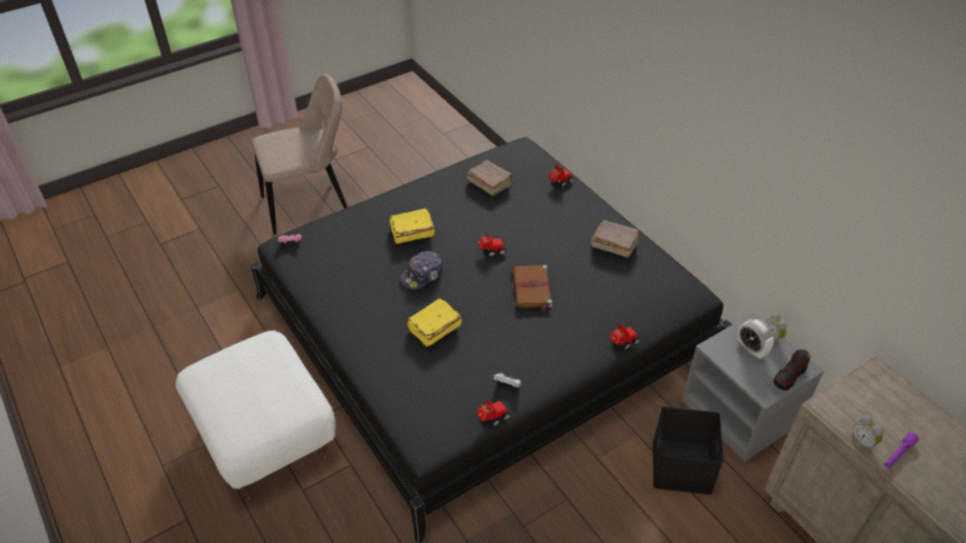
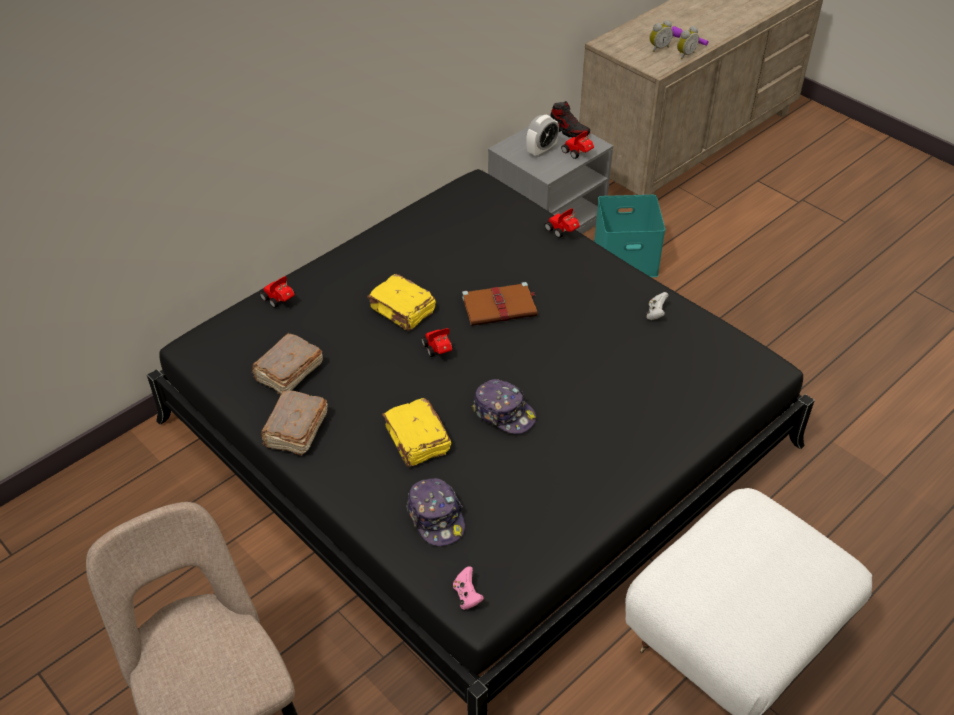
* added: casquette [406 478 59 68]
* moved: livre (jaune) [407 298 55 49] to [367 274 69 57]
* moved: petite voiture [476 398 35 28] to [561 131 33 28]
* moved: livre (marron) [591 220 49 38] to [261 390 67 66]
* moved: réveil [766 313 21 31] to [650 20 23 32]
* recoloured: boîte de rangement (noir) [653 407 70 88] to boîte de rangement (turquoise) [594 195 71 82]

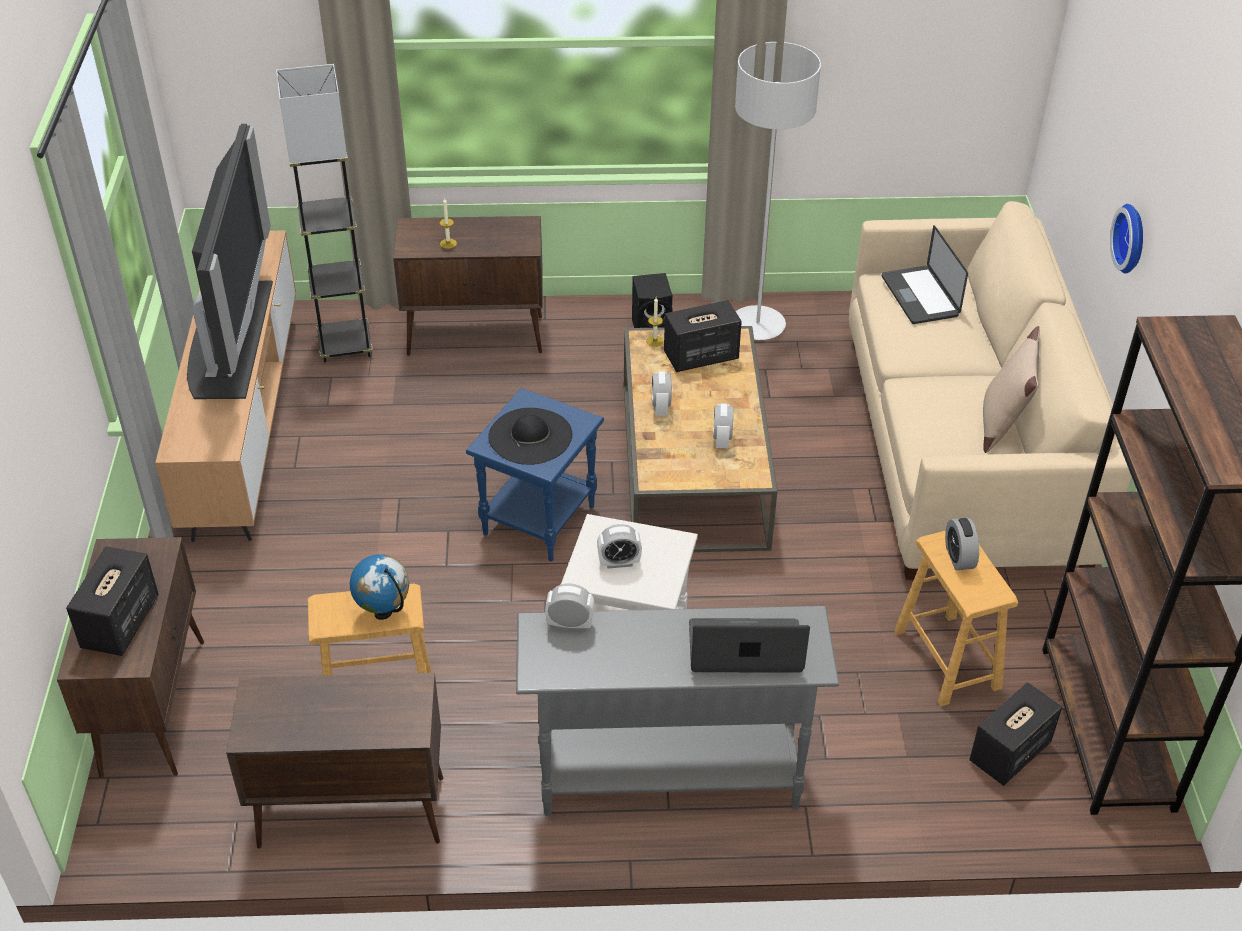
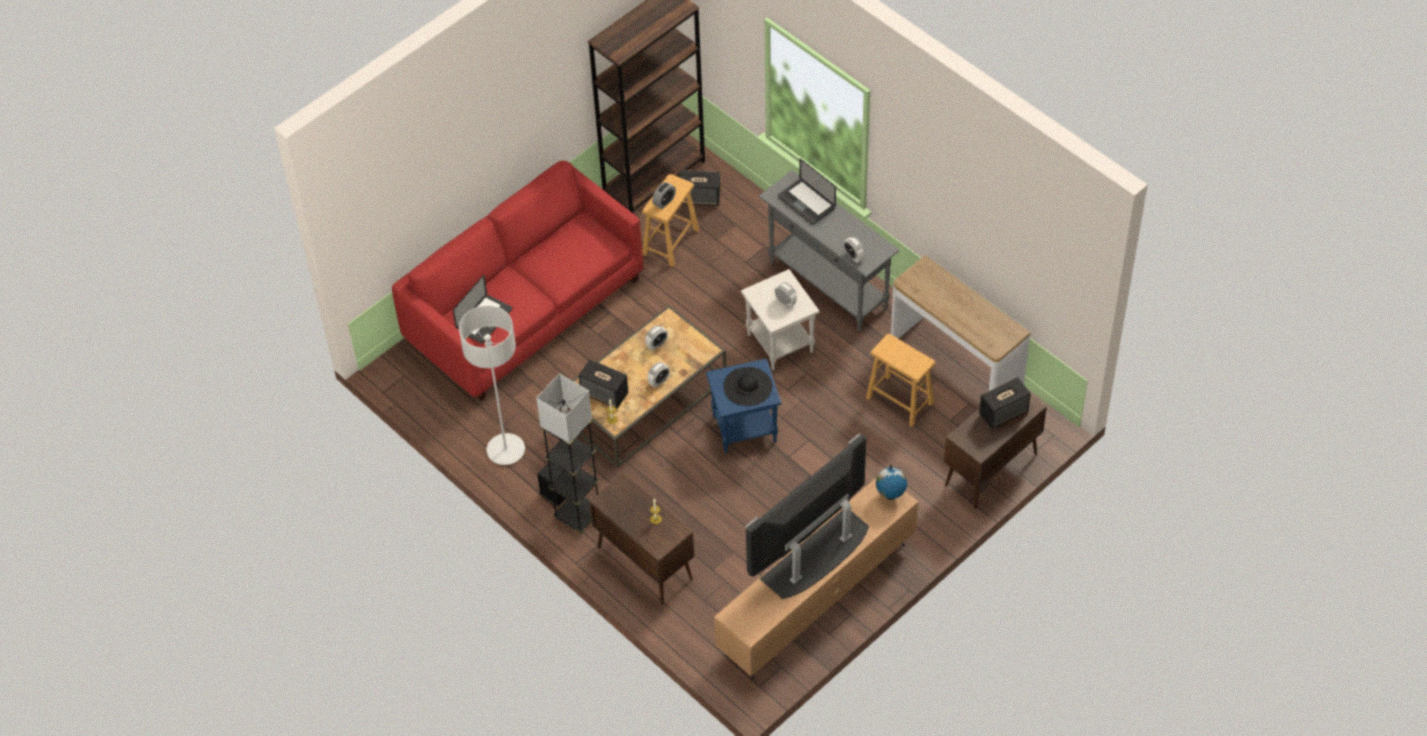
* removed: coussin (beige) [983 326 57 127]
* removed: horloge murale [1110 204 33 70]
* moved: lampadaire (gris) [276 64 97 299] to [536 373 63 161]
* moved: globe [350 554 59 66] to [876 465 31 35]
* replaced: meuble de rangement (marron) [226 673 217 176] to table console [891 255 139 136]
* recoloured: canapé (beige) [849 201 283 379] to canapé (rouge) [392 161 251 240]

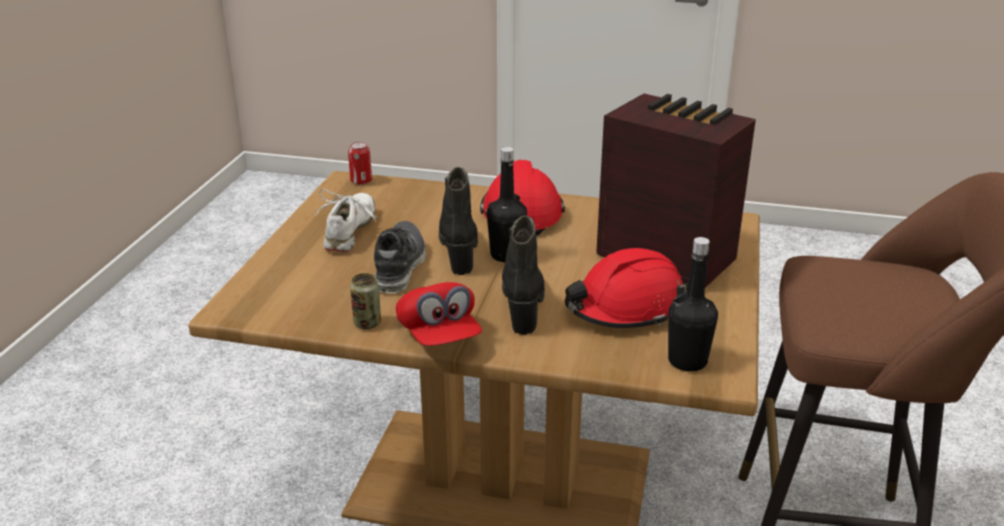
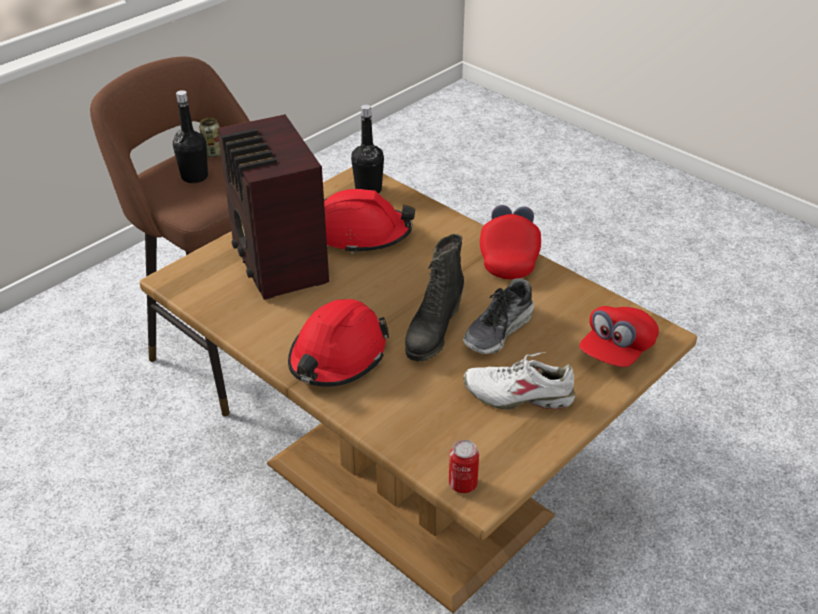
* removed: botte (noir) [502 215 43 120]
* added: casquette (rouge) [579 306 80 61]
* moved: boîte métallique [350 273 31 56] to [199 118 22 39]
* moved: bouteille (noir) [487 147 40 115] to [173 90 35 93]
* turned: chaussure (blanc) [314 189 63 63] = [463 352 112 58] 60 degrees clockwise

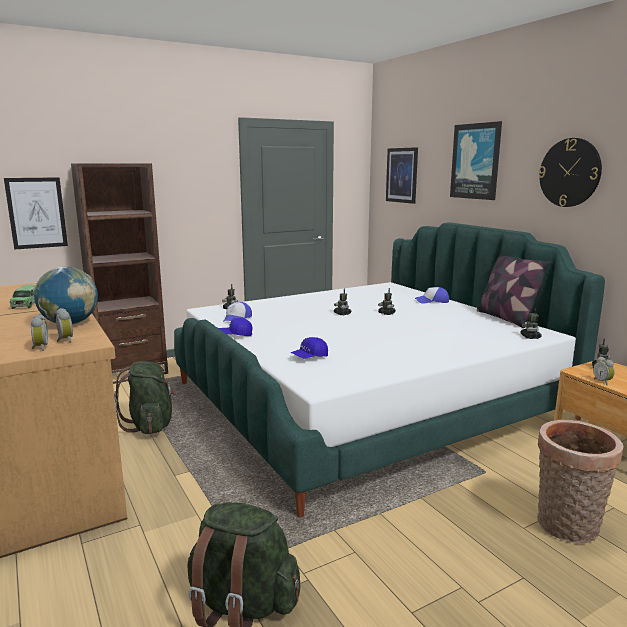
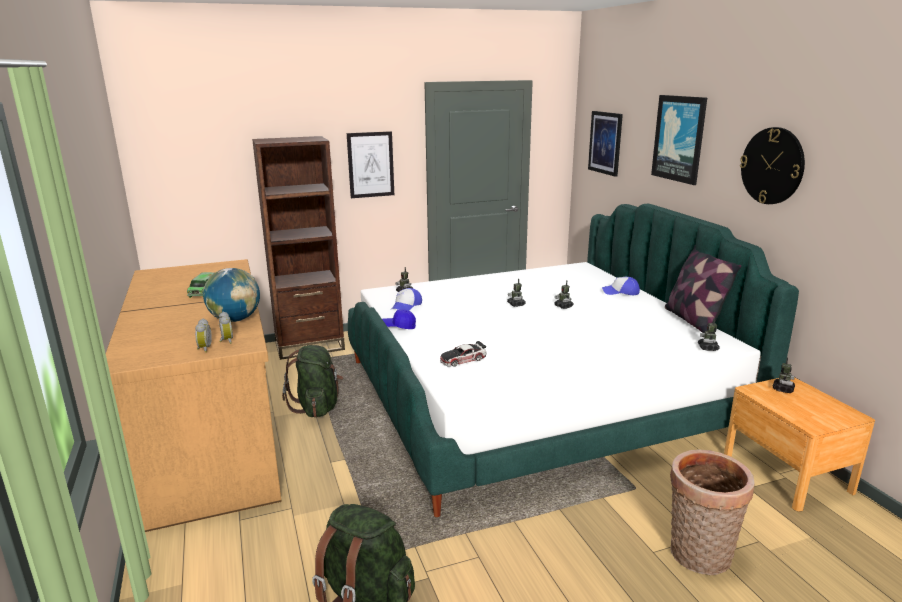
* removed: réveil [593 356 22 29]
* moved: tableau [4 177 64 73] to [347 131 47 67]
* replaced: casquette (bleu) [291 337 37 21] to petite voiture [440 341 47 26]

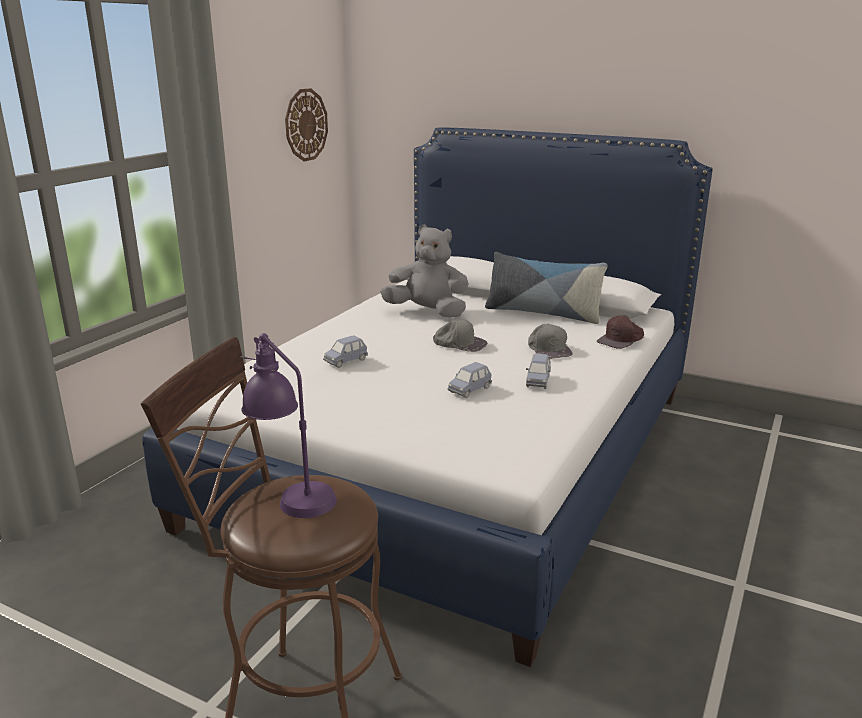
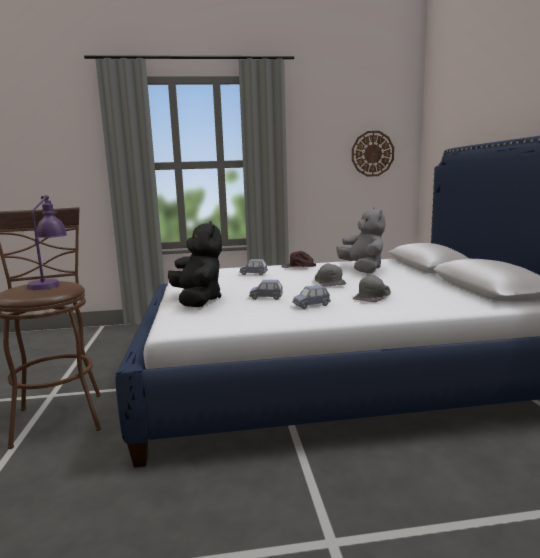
* removed: coussin [485 252 123 72]
* added: peluche (noir) [168 221 54 86]
* moved: casquette (marron) [596 315 48 34] to [282 251 34 17]

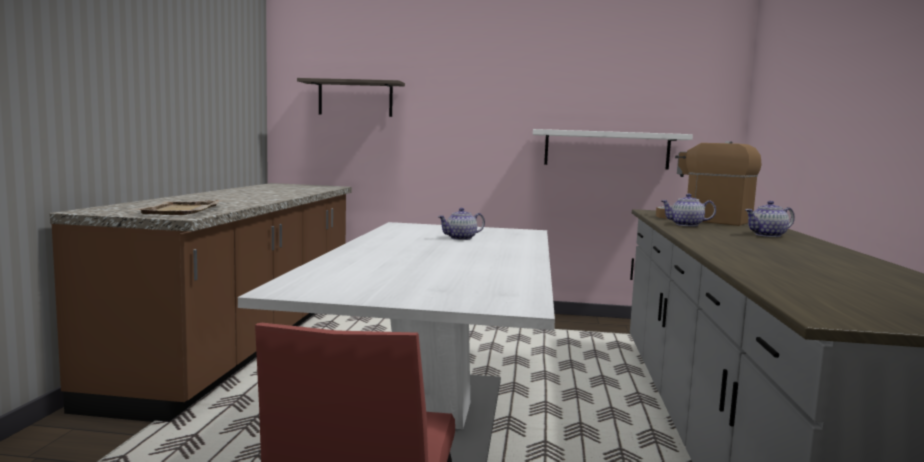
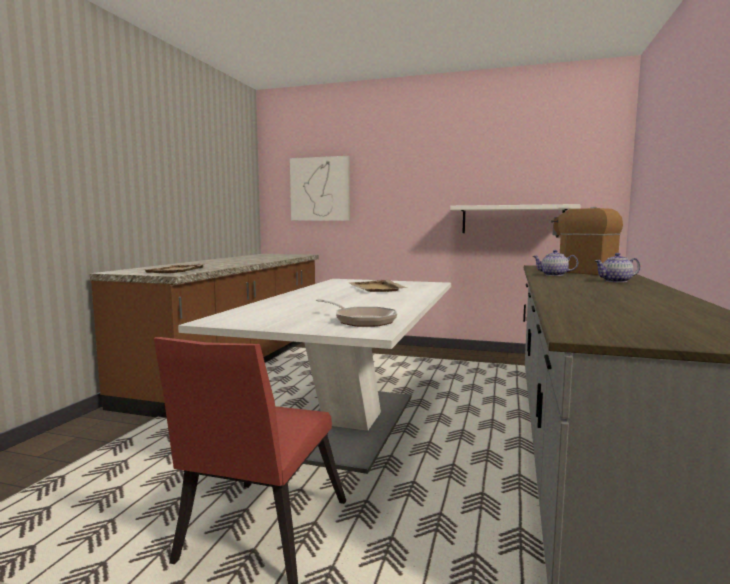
* added: poêle [316 299 81 28]
* replaced: étagère [297 78 108 39] to tableau [290 156 60 65]
* replaced: théière [438 208 47 32] to plateau (beige) [349 280 59 12]

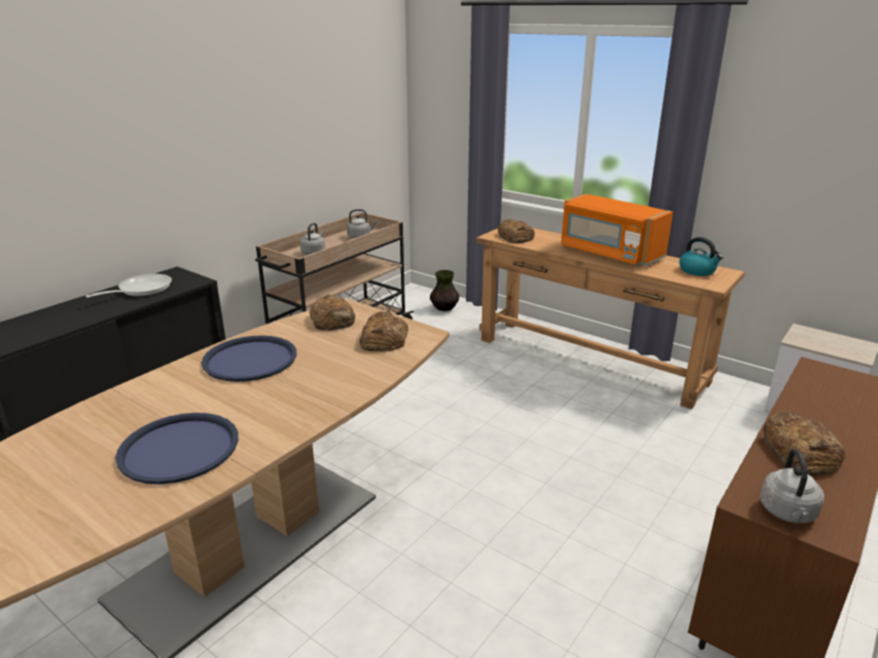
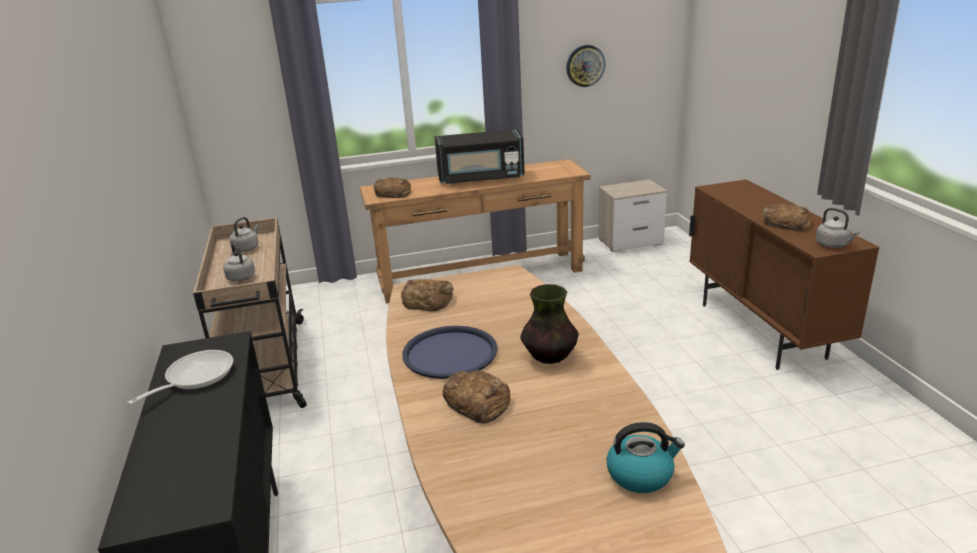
* removed: plateau (bleu) [115 413 123 71]
* added: horloge murale [566 45 40 42]
* moved: pain [359 312 49 39] to [443 370 67 54]
* moved: vase [430 270 29 41] to [520 284 59 80]
* moved: bouilloire [679 237 44 39] to [607 422 78 71]
* recoloured: micro-ondes (orange) [561 194 112 72] to micro-ondes (noir) [435 129 90 55]
* turned: poêle [85 274 87 24] = [127 350 107 55] 45 degrees clockwise

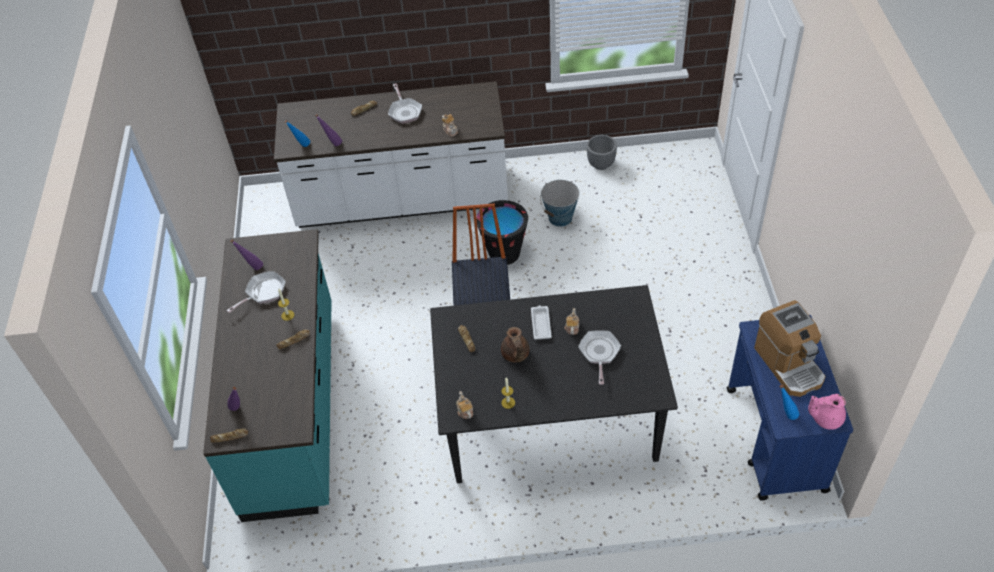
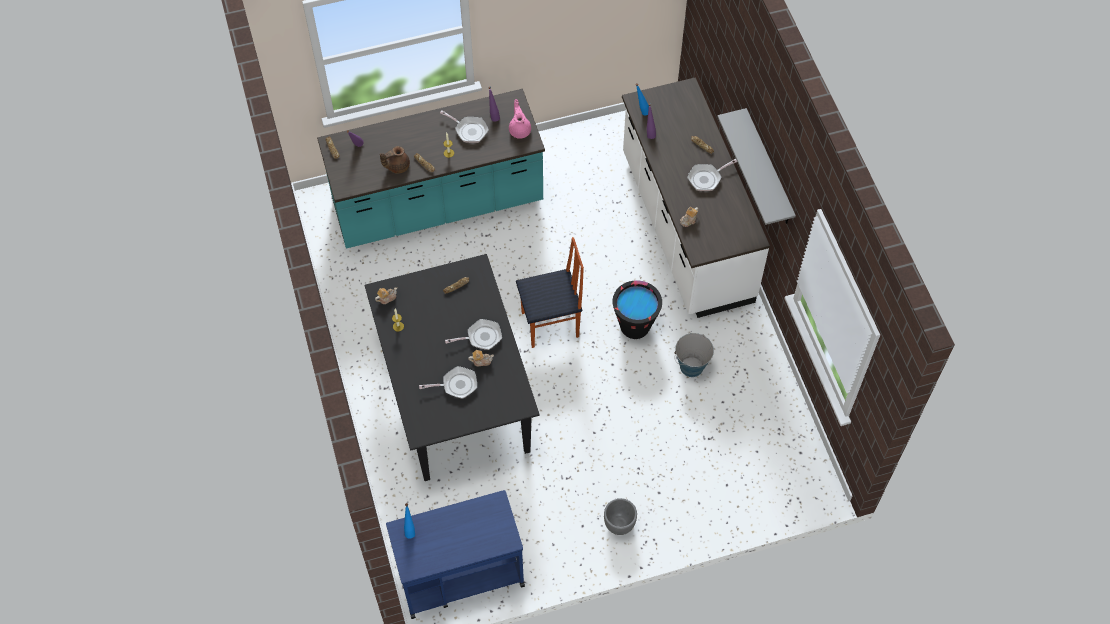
* removed: machine à café [754 300 72 97]
* added: étagère (gris) [717 108 79 117]
* moved: théière (marron) [501 327 28 35] to [380 146 30 27]
* moved: cache-pot (gris) [587 135 30 35] to [604 498 33 37]
* moved: théière (rose) [808 394 38 36] to [509 99 22 40]
* replaced: plateau (blanc) [531 306 21 34] to poêle [445 319 57 31]

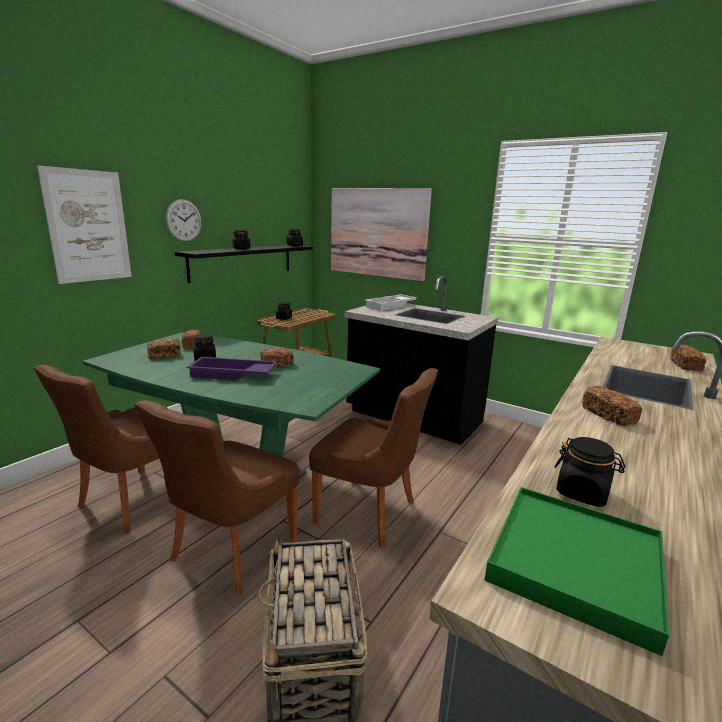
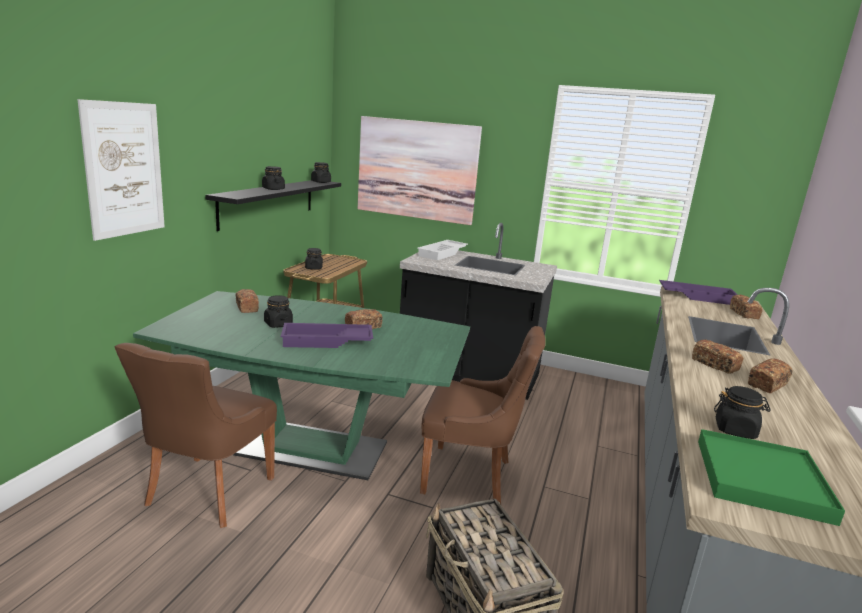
* removed: chaise (marron) [134 400 166 196]
* removed: horloge murale [166 199 35 43]
* added: plateau (violet) [659 280 79 25]
* moved: pain [147 339 33 20] to [748 358 44 35]

